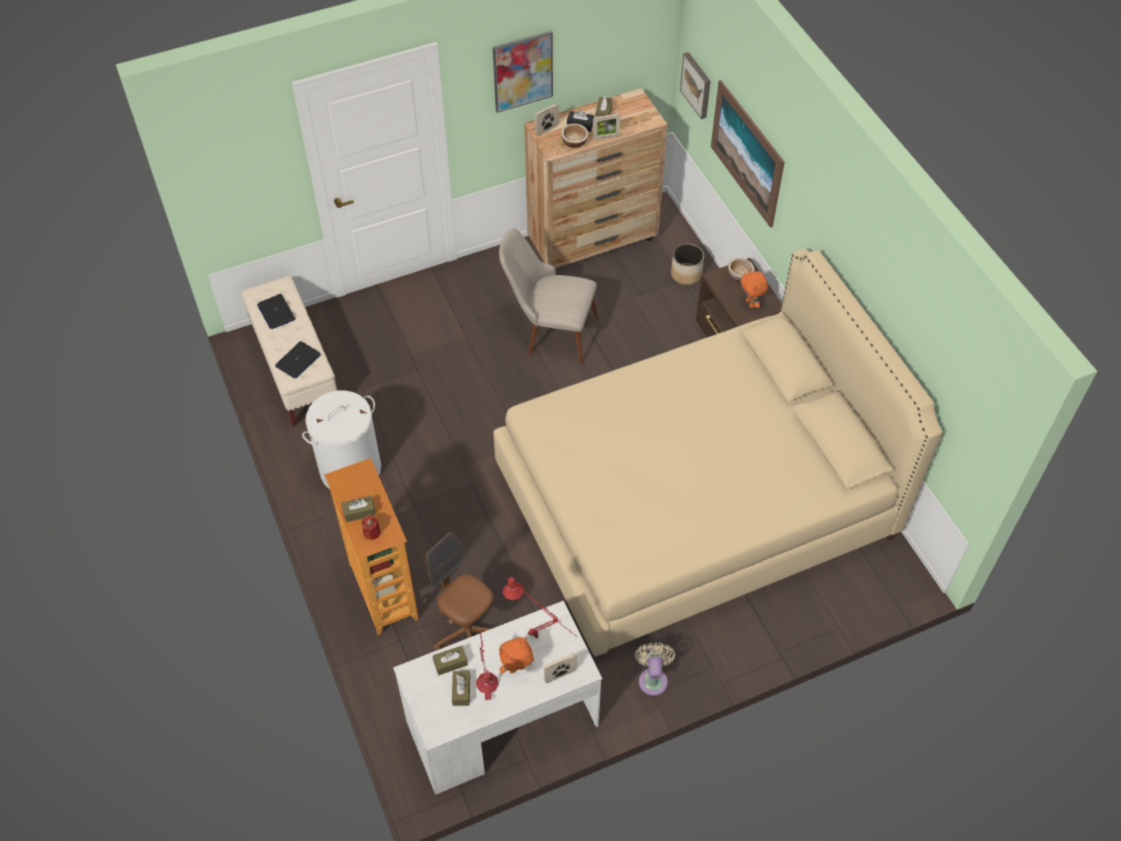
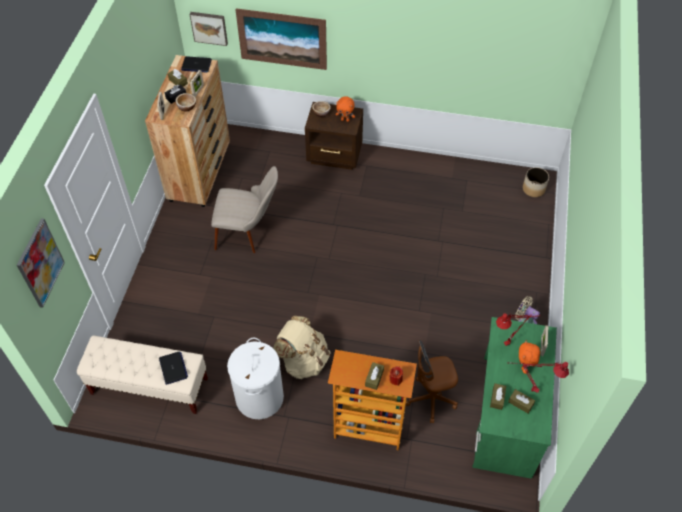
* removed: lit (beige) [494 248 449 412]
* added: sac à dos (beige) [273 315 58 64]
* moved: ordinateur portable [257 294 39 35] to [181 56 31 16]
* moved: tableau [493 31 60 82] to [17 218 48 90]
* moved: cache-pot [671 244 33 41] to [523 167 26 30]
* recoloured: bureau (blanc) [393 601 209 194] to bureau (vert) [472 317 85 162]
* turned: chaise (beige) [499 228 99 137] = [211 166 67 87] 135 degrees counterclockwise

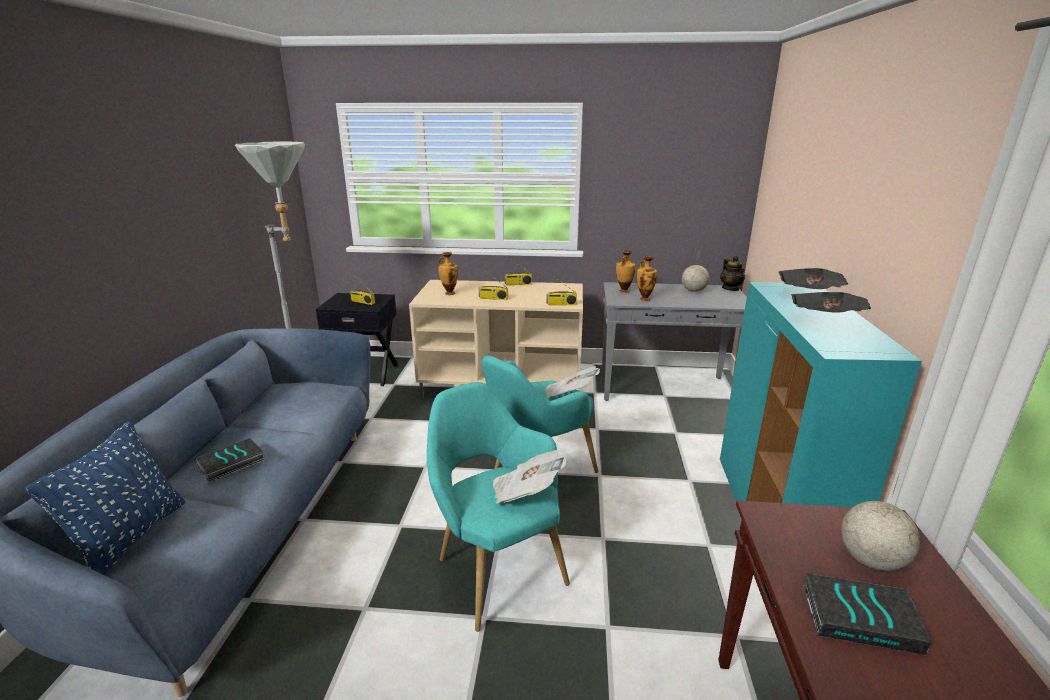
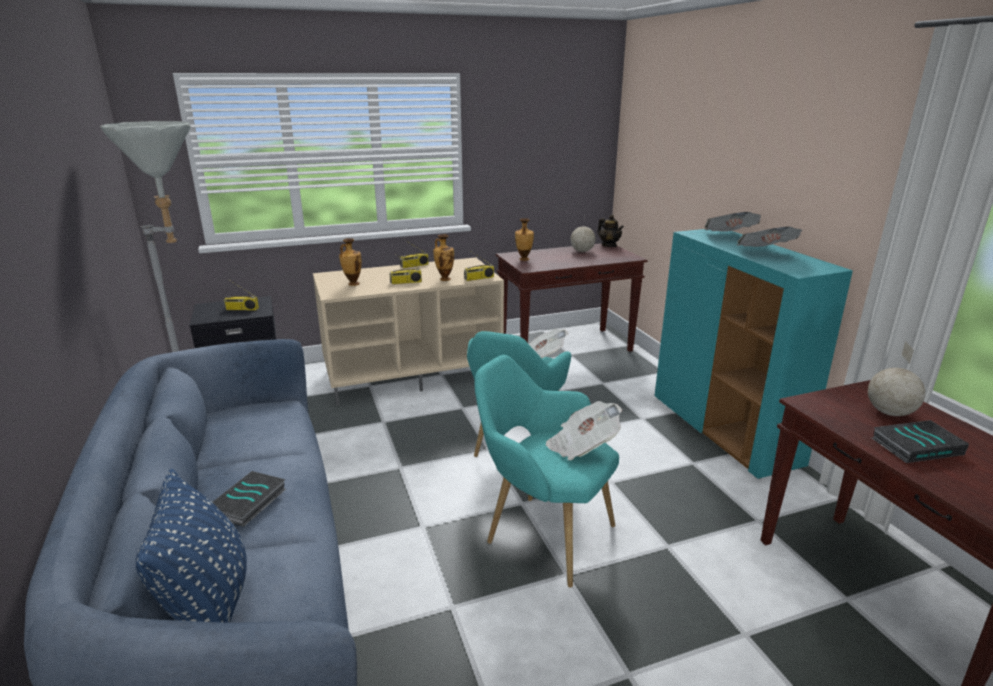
* moved: vase [637 256 20 45] to [433 234 21 47]
* recoloured: table console (gris) [602 282 145 119] to table console (marron) [496 243 152 109]

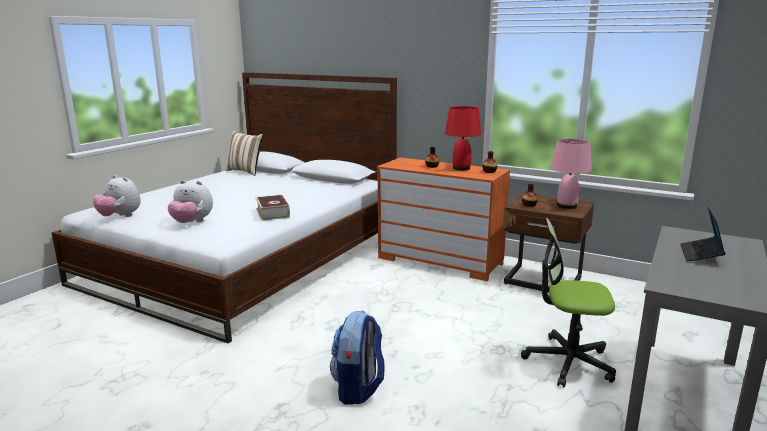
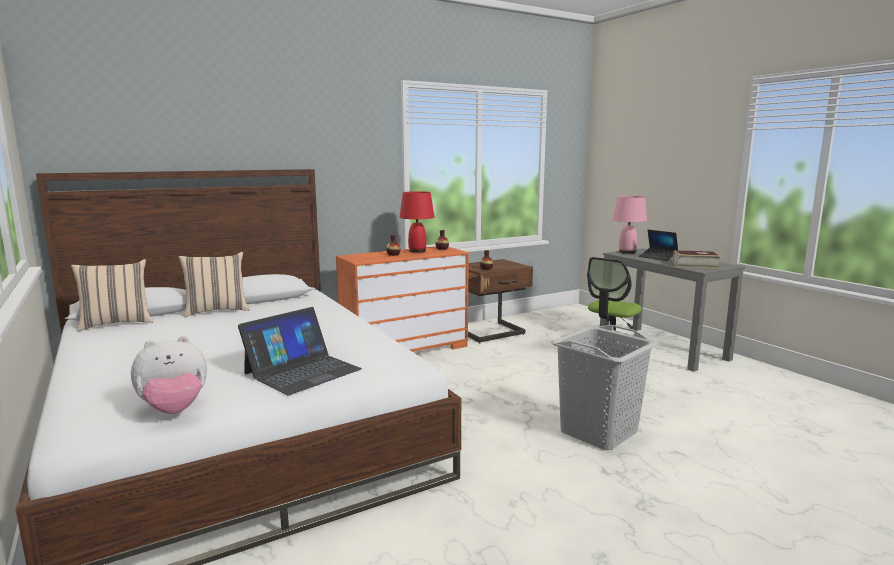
* added: coussin (beige) [179 252 71 65]
* moved: livre [256 195 34 26] to [673 250 48 18]
* moved: lampe de table (rose) [550 138 42 71] to [612 196 35 58]
* replaced: peluche [167 180 46 43] to ordinateur portable [238 307 124 88]
* replaced: sac à dos [330 311 55 94] to panier à linge (gris) [551 325 107 125]

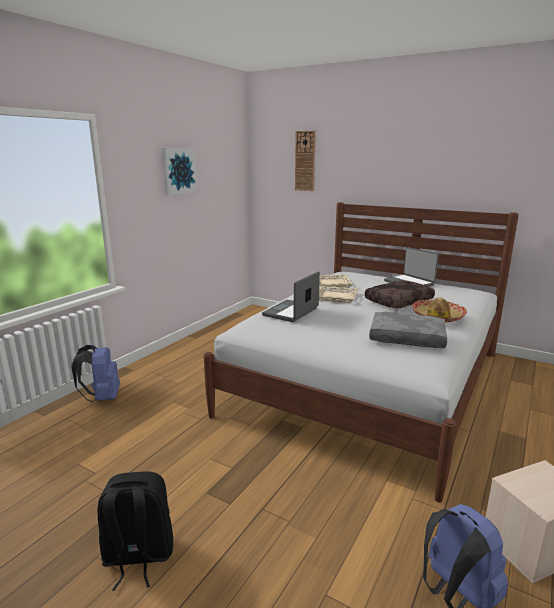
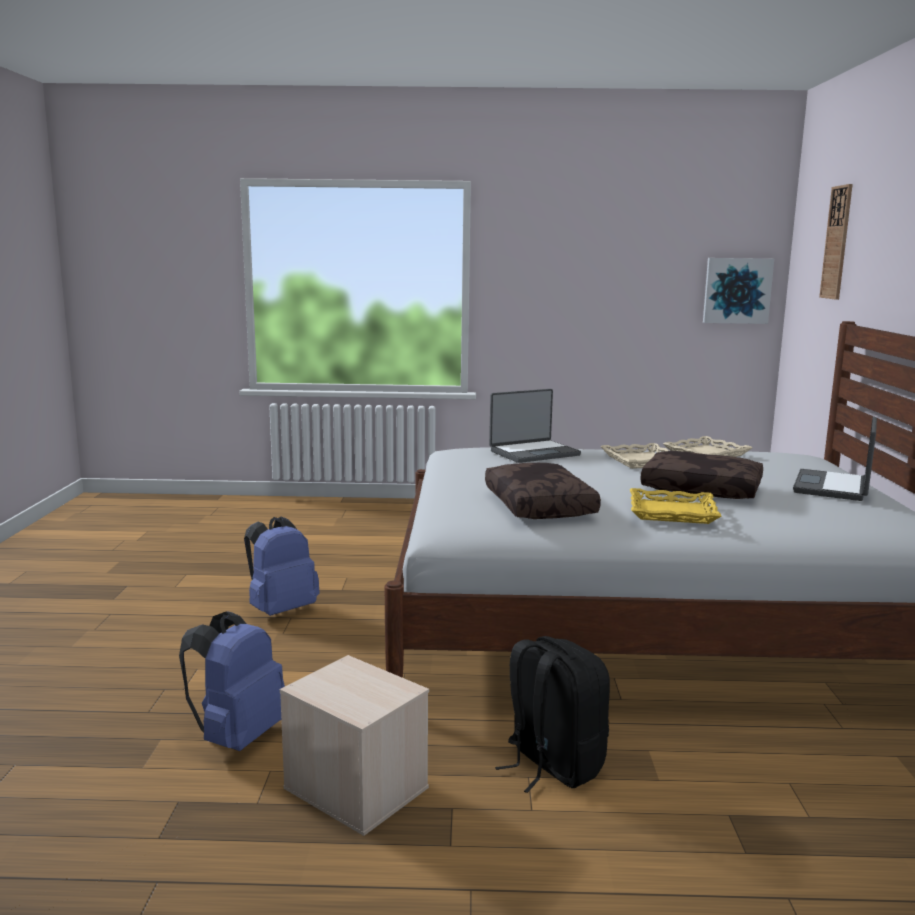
* moved: sac à dos (bleu) [71 345 49 57] to [244 517 76 99]
* moved: sac à dos (noir) [97 472 76 119] to [495 636 115 157]
* moved: tableau [162 148 36 47] to [703 258 71 66]
* replaced: chapeau [411 297 56 26] to plateau (jaune) [630 488 91 36]
* recoloured: coussin (gris) [369 312 78 36] to coussin (marron) [485 463 116 56]
* turned: ordinateur portable [262 272 58 50] = [489 389 92 74] 150 degrees clockwise

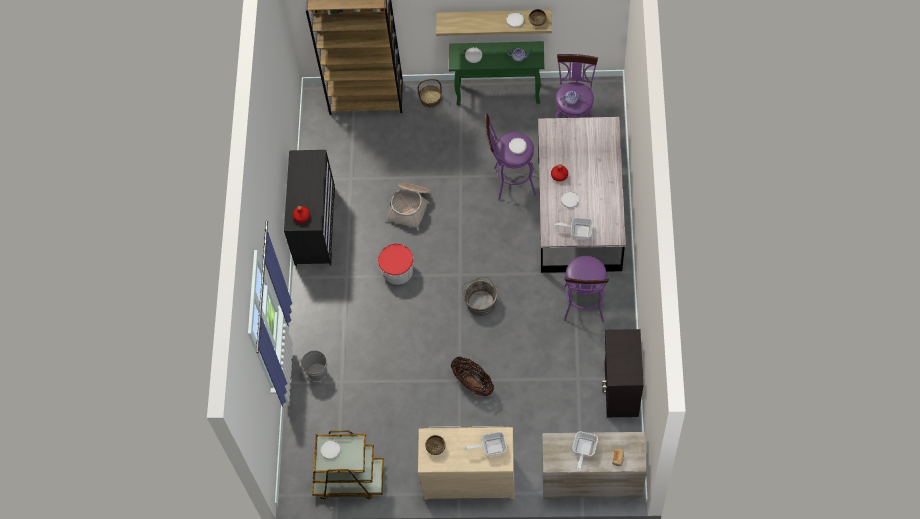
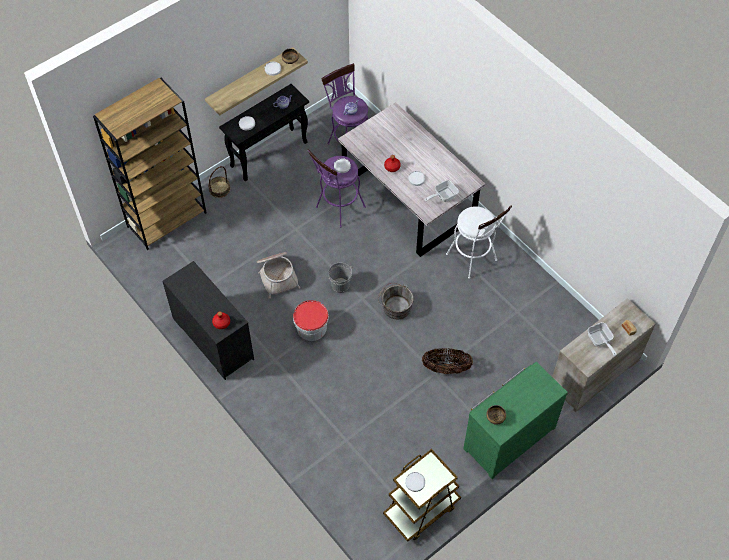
* removed: poêle [465 432 42 24]
* removed: meuble de rangement (noir) [602 329 41 88]
* moved: seau (gris) [299 350 29 31] to [328 262 24 31]
* recoloured: commode (beige) [418 426 97 74] to commode (vert) [463 362 105 117]
* recoloured: table console (vert) [449 41 95 65] to table console (noir) [219 84 90 97]
* recoloured: tabouret (violet) [564 256 45 66] to tabouret (blanc) [446 206 66 73]

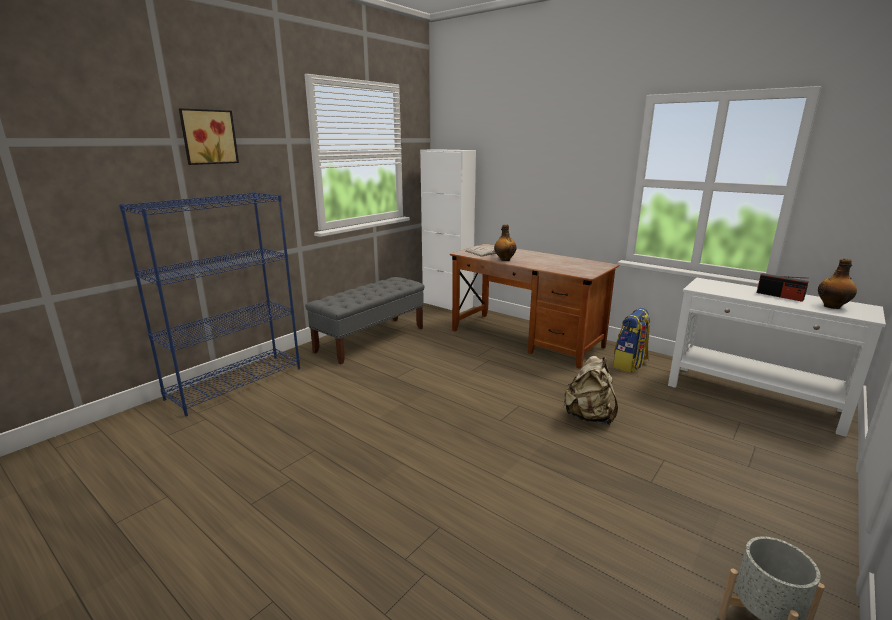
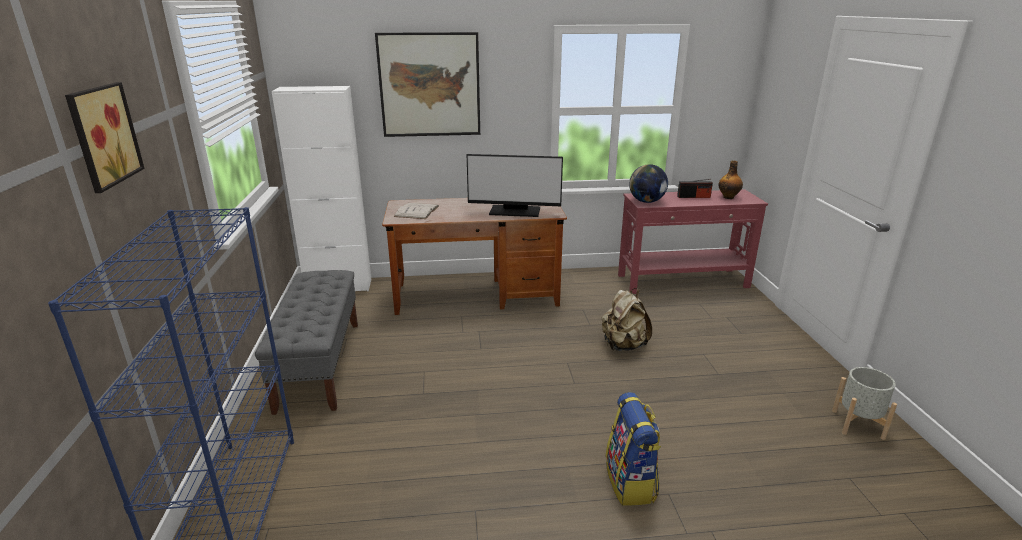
* removed: bouteille [494 224 23 37]
* added: tableau [375 32 105 105]
* added: écran d'ordinateur [467 154 96 63]
* added: globe [629 164 39 39]
* moved: sac à dos [613 308 38 65] to [606 392 55 114]
* recoloured: table console (blanc) [668 278 218 159] to table console (rouge) [618 190 150 104]

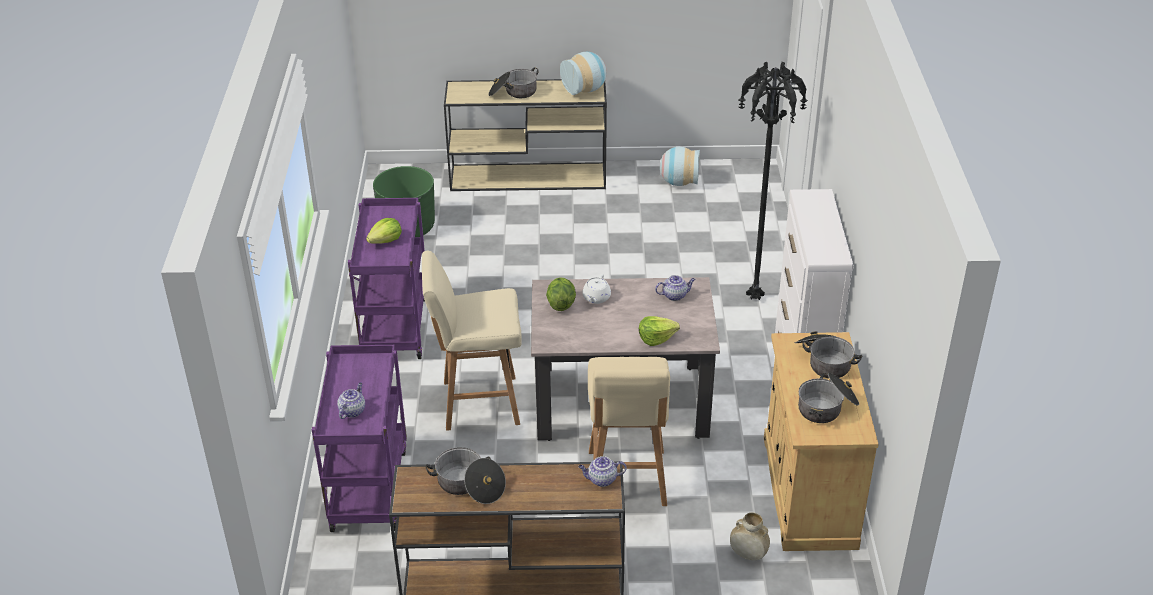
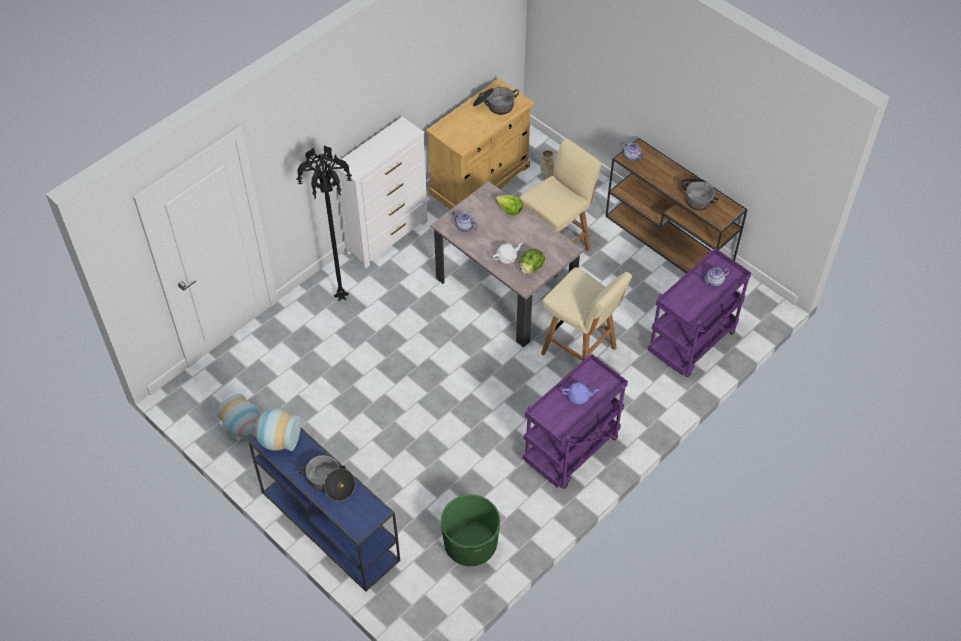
* removed: marmite [795 331 68 47]
* replaced: laitue [366 218 36 26] to théière (violet) [561 382 38 22]
* recoloured: table console (beige) [444 79 163 112] to table console (bleu) [249 428 151 164]

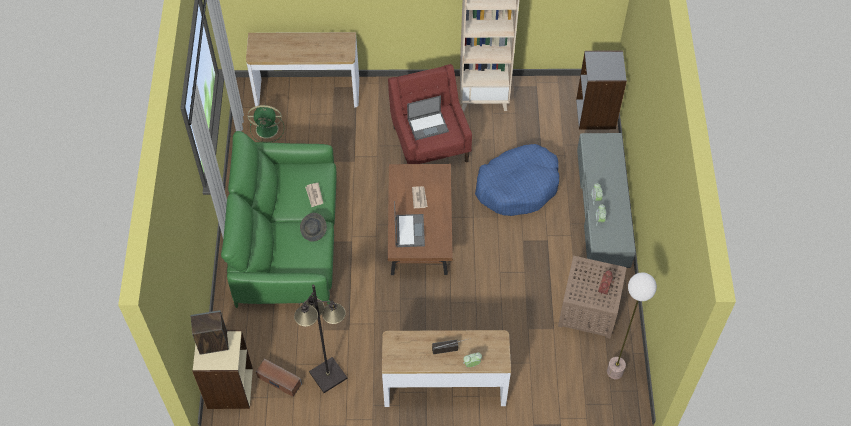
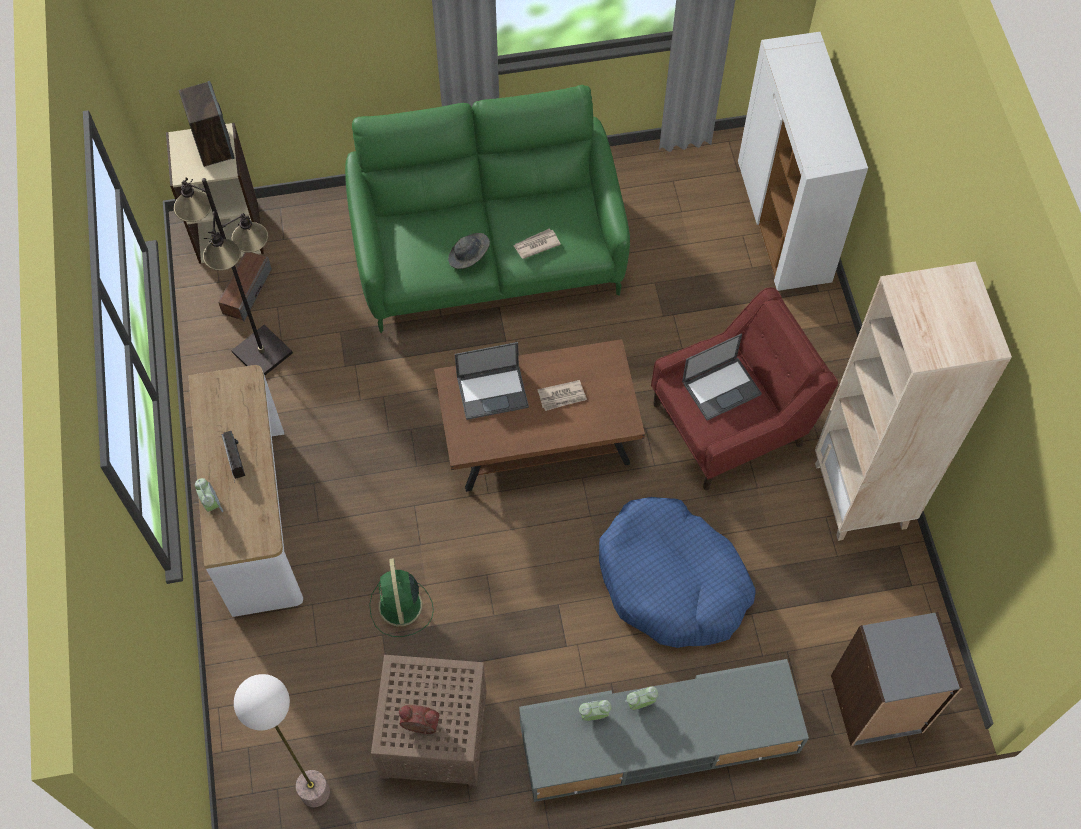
* moved: ventilateur (vert) [248 105 36 37] to [369 558 65 79]
* replaced: table console [246 32 113 76] to meuble de rangement (blanc) [738 32 130 259]
* turned: ordinateur portable [407 95 42 45] = [682 333 80 88] 90 degrees counterclockwise

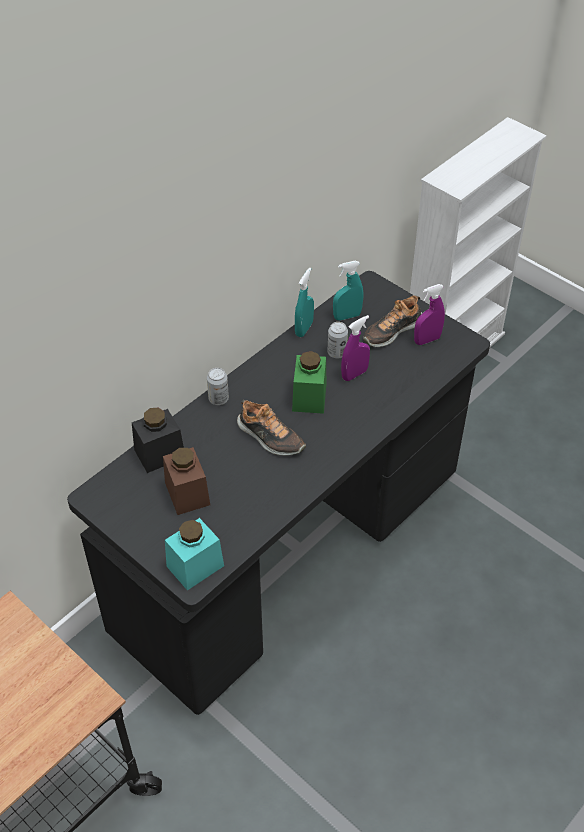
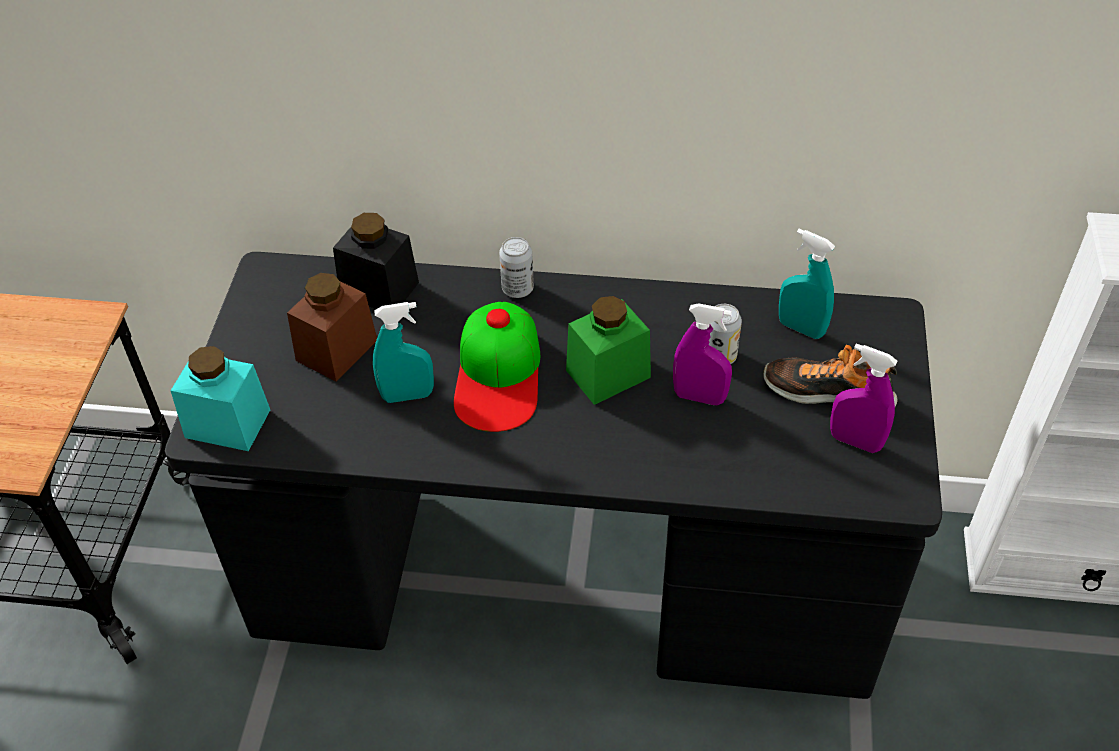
* moved: vaporisateur (turquoise) [295 268 19 69] to [373 302 61 101]
* replaced: chaussure [237 400 69 56] to casquette [454 302 86 130]

